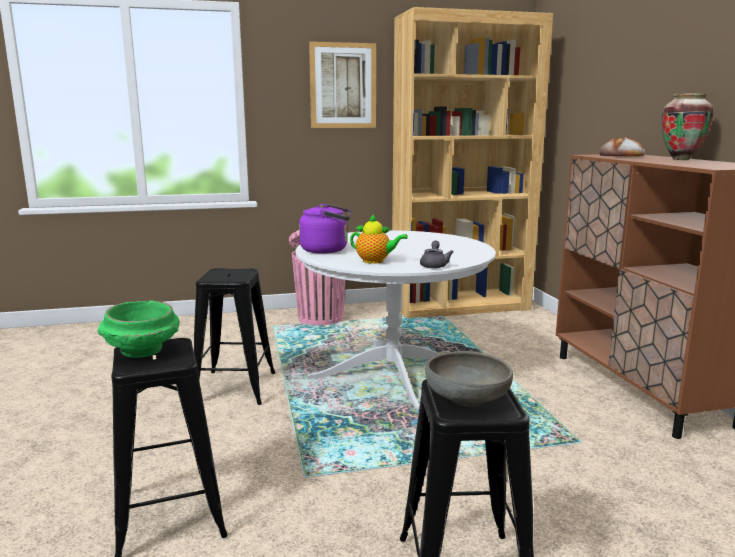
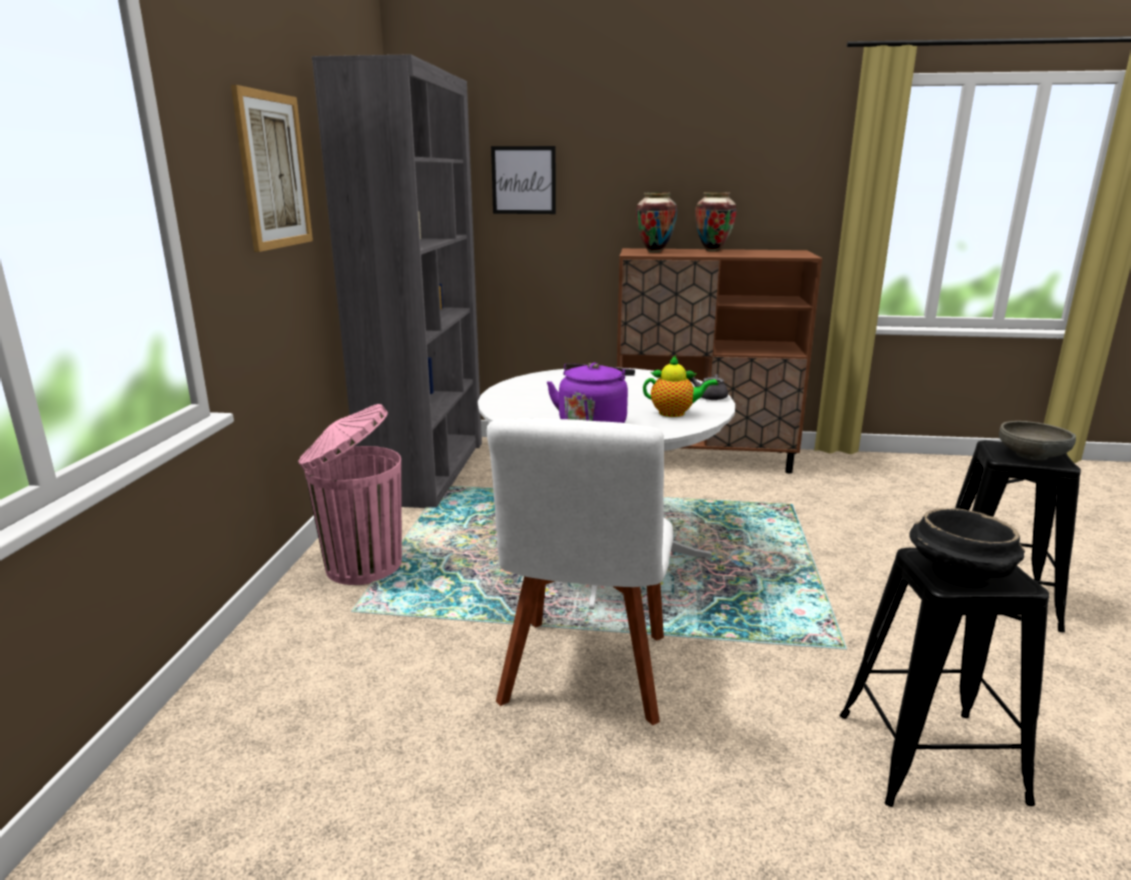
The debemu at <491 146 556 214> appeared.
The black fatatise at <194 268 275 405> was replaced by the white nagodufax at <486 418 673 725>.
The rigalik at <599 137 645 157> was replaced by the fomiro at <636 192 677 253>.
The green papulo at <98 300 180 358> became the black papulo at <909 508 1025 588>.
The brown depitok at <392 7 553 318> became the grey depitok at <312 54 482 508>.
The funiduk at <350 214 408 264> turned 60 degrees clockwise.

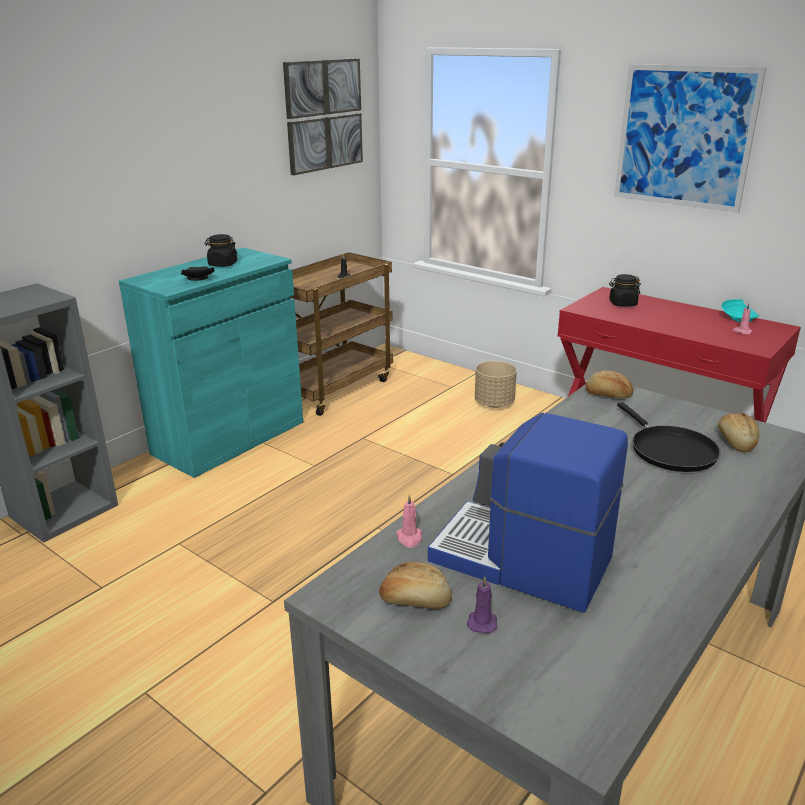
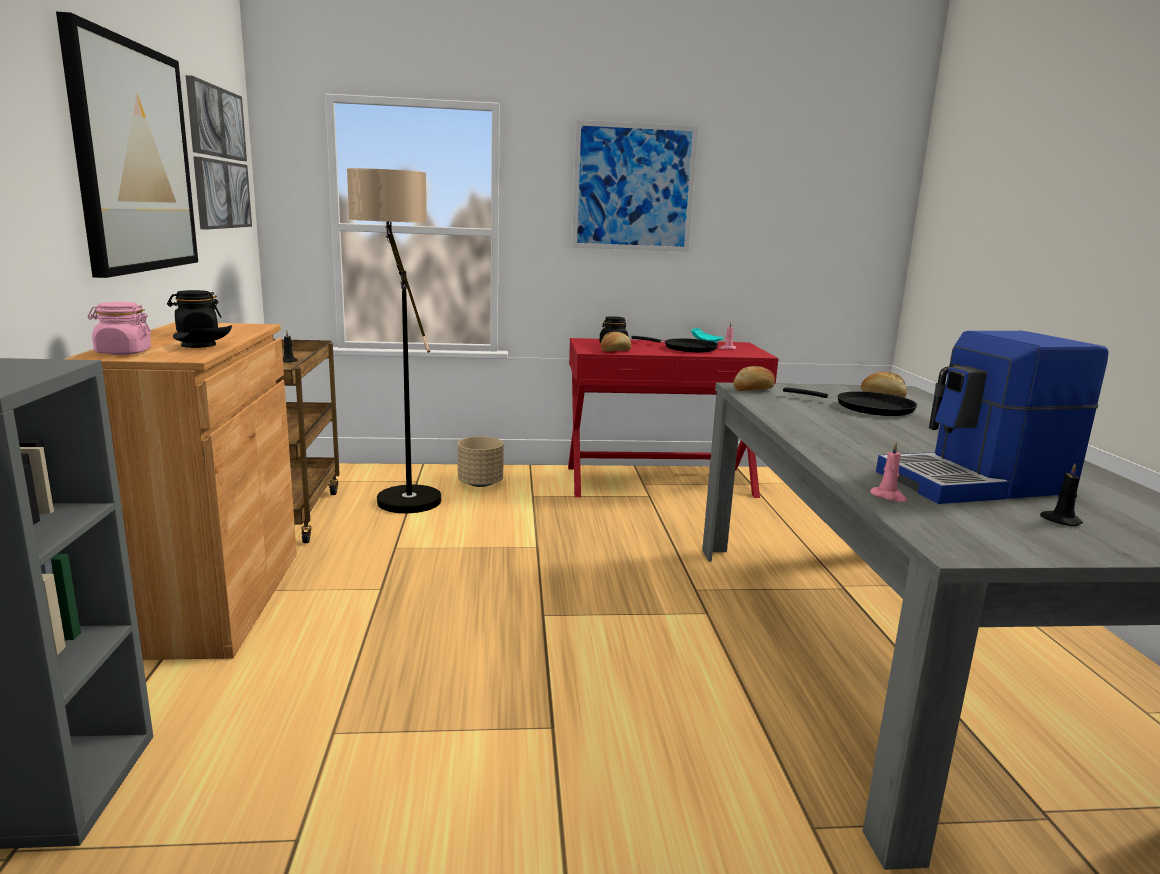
The debemu at <56 12 198 278> appeared.
The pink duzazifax at <88 302 151 355> appeared.
The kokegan at <347 168 441 513> appeared.
The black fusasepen at <631 336 718 352> appeared.
The rigalik moved from <379 562 452 609> to <601 332 631 351>.
The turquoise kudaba at <119 248 303 478> became the brown kudaba at <65 322 297 660>.
The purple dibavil at <467 576 497 634> became the black dibavil at <1040 464 1083 526>.

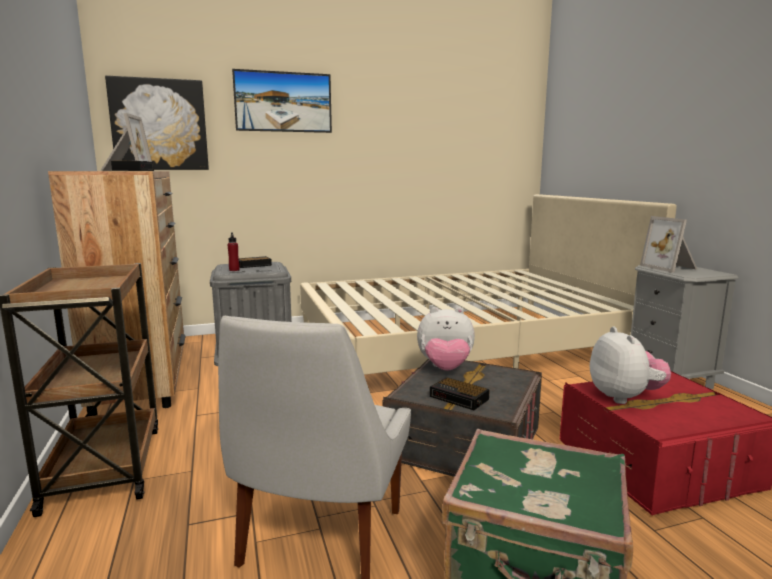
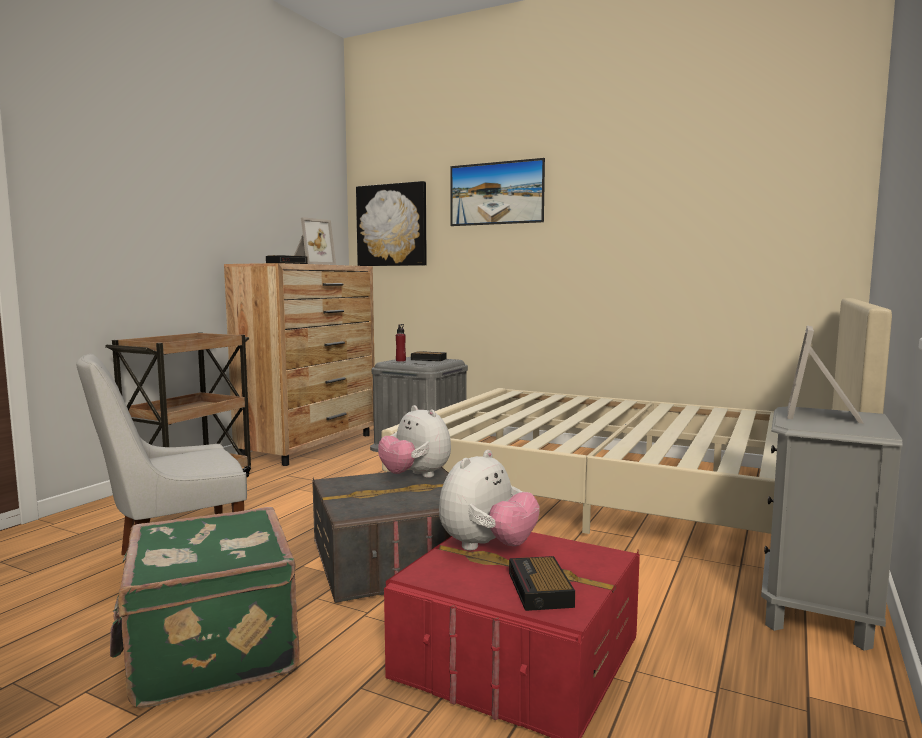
The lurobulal moved from <430 377 490 410> to <509 556 575 611>.

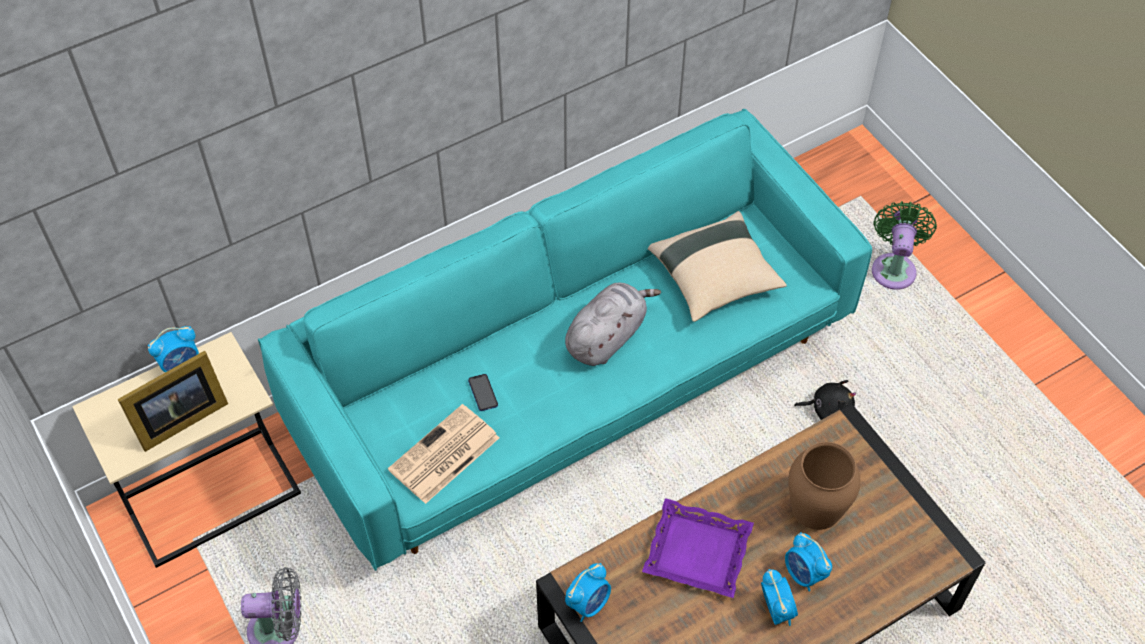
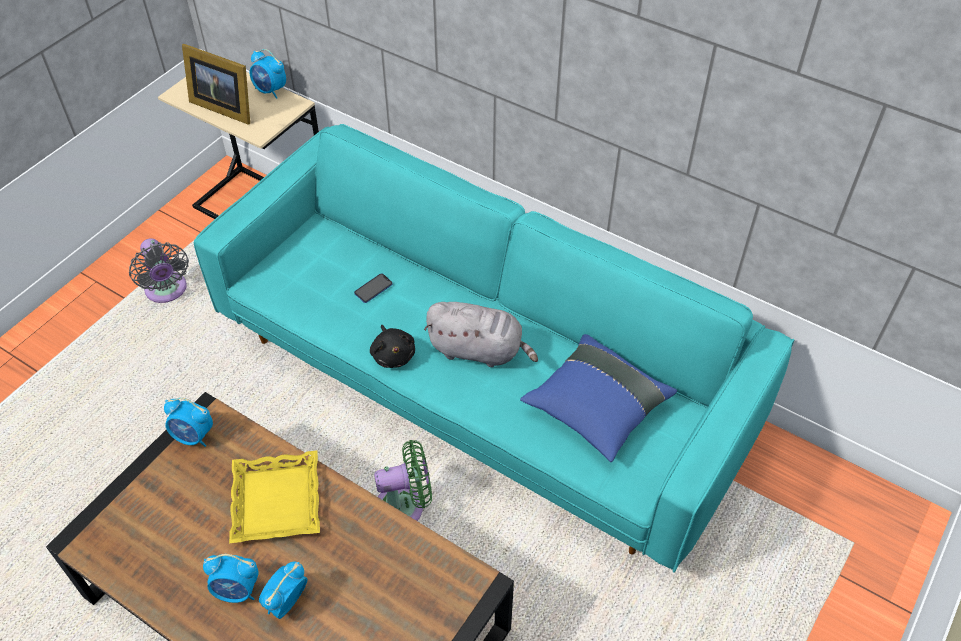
The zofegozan at <388 404 499 504> disappeared.
The brown fomiro at <788 442 860 530> disappeared.
The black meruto moved from <794 380 856 420> to <370 325 415 368>.
The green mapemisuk moved from <872 201 937 290> to <374 440 432 521>.
The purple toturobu at <642 498 754 598> became the yellow toturobu at <229 450 320 543>.
The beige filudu at <648 211 787 322> became the blue filudu at <520 334 677 462>.
The lurobulal at <761 569 798 626> turned 45 degrees clockwise.

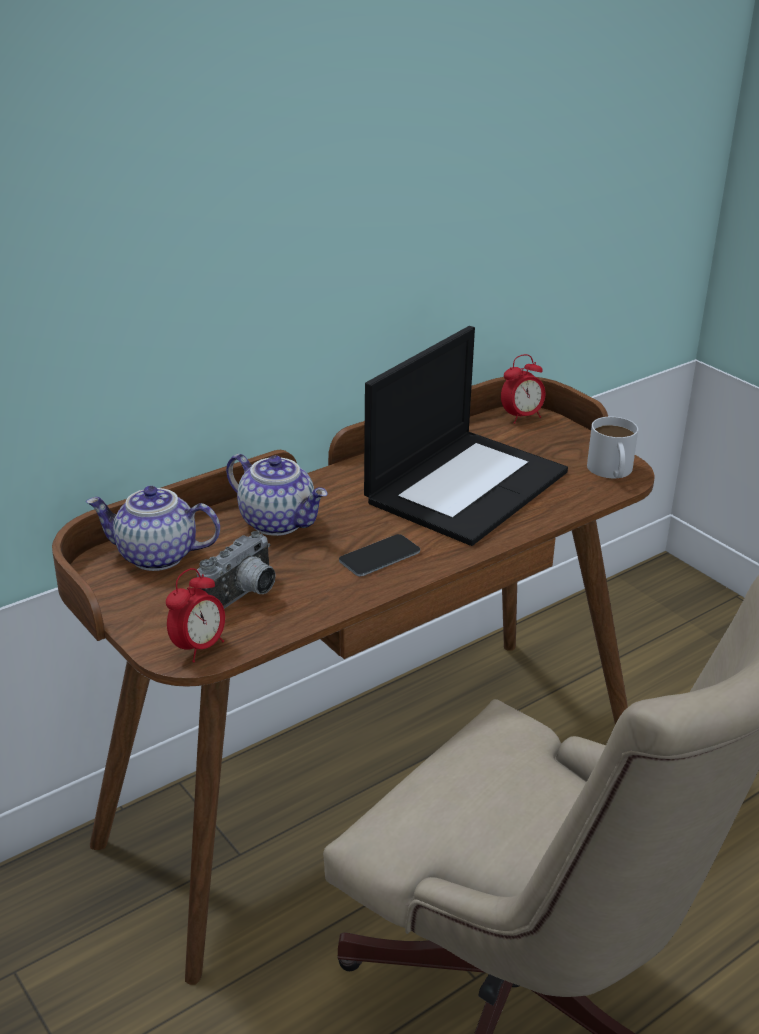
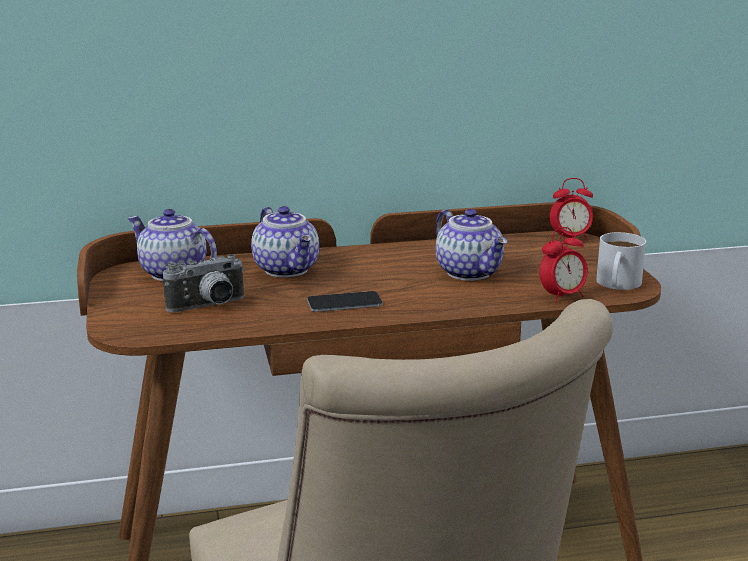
The lurobulal moved from <166 568 225 662> to <539 227 588 303>.
The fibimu at <364 326 568 546> was replaced by the funiduk at <436 209 508 281>.

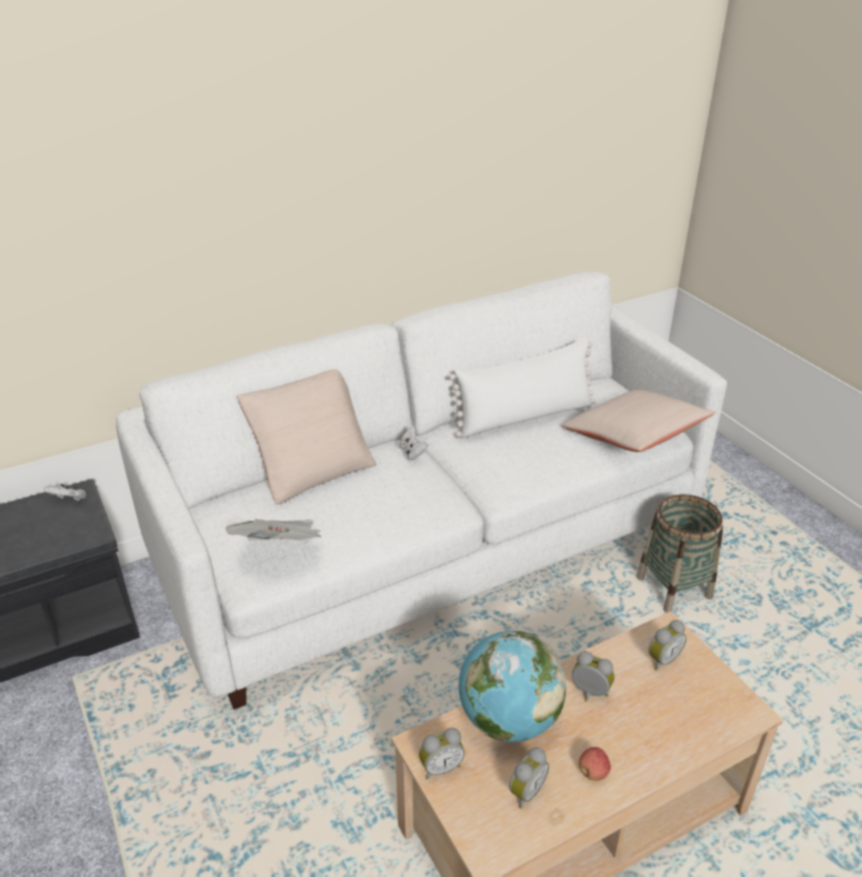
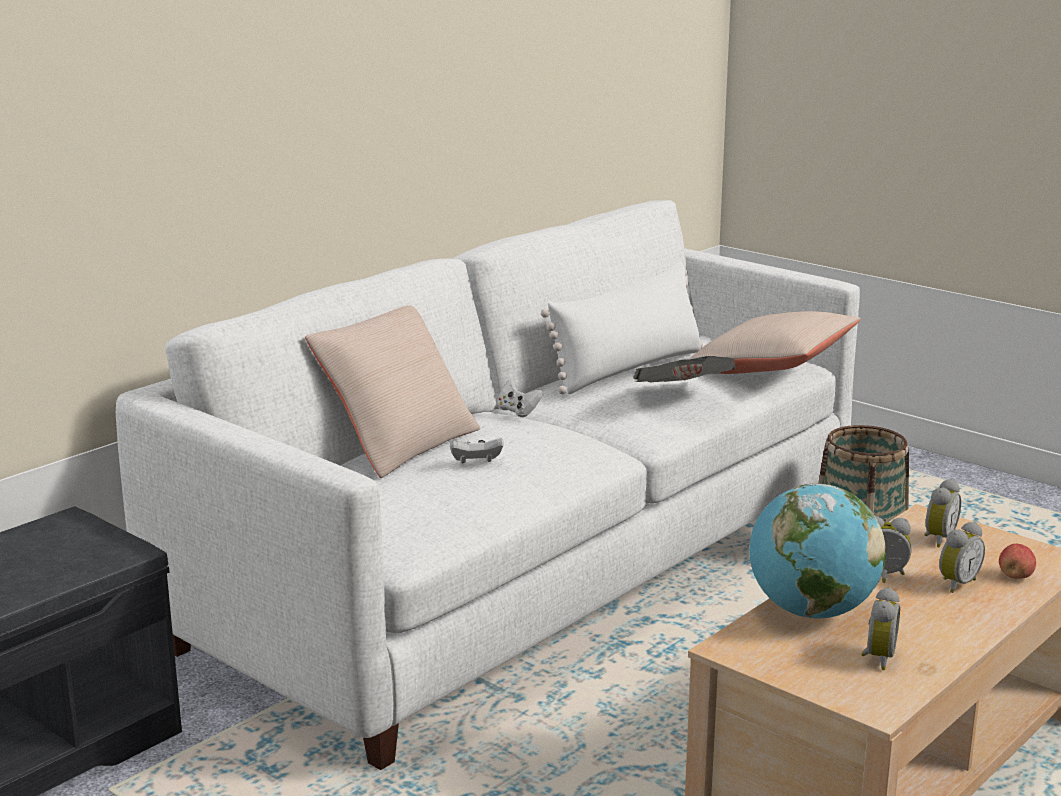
The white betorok moved from <44 484 87 501> to <450 438 504 463>.
The zofegozan moved from <226 519 321 540> to <633 356 736 382>.
The lurobulal moved from <419 728 465 779> to <939 522 985 593>.
The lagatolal moved from <579 747 611 781> to <999 544 1036 579>.

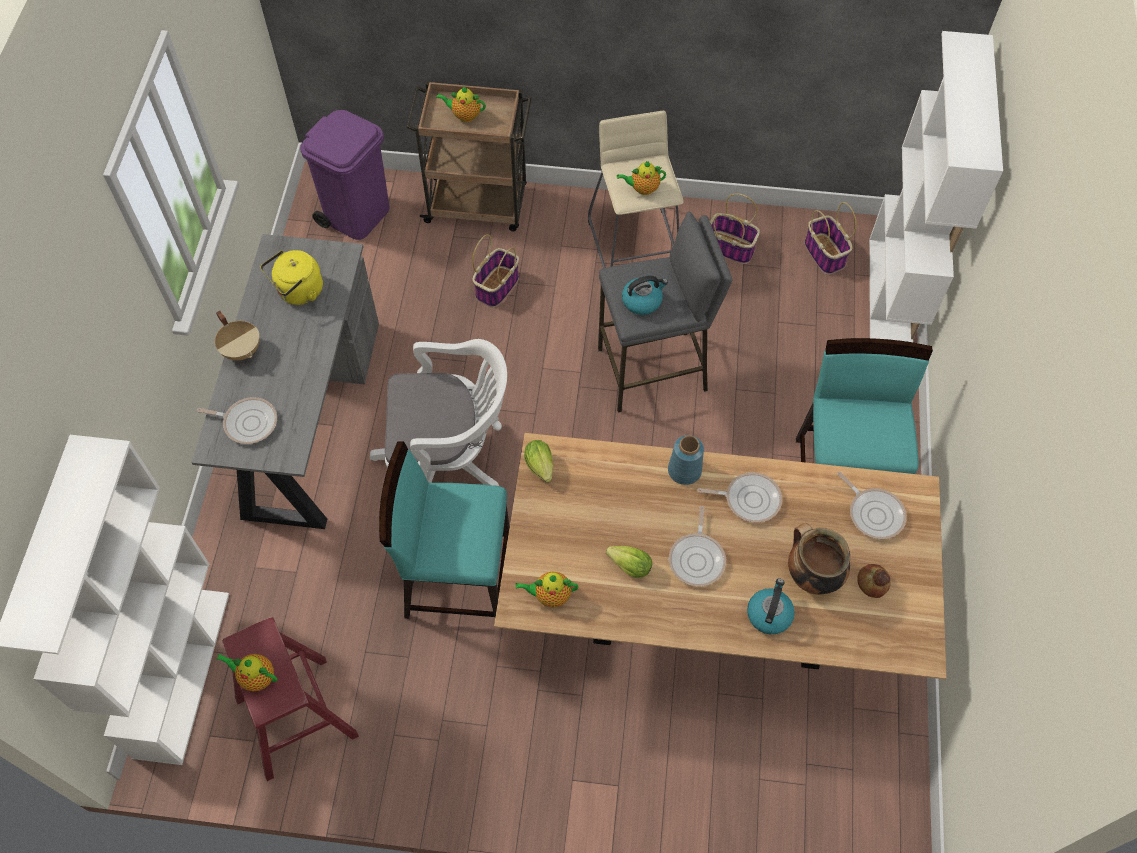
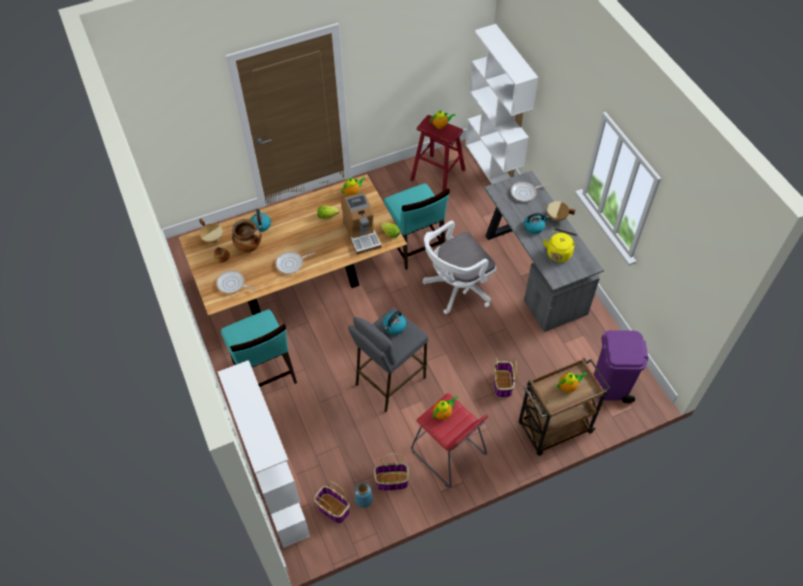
The fusasepen at <669 506 726 587> disappeared.
The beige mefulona at <199 219 222 243> appeared.
The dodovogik at <341 192 381 255> appeared.
The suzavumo at <524 213 549 234> appeared.
The blue fomiro moved from <668 435 704 485> to <355 483 373 508>.
The beige fatatise at <588 111 684 268> became the red fatatise at <411 393 488 488>.
The turquoise nagodufax at <379 441 509 619> turned 90 degrees clockwise.

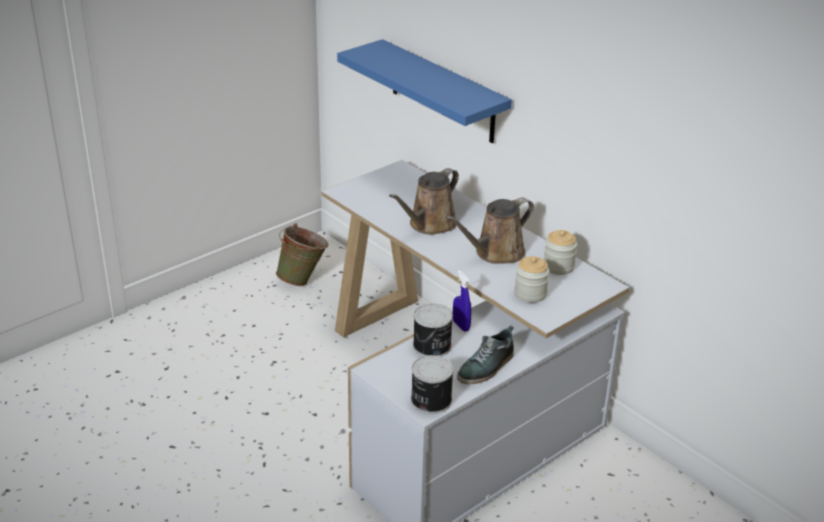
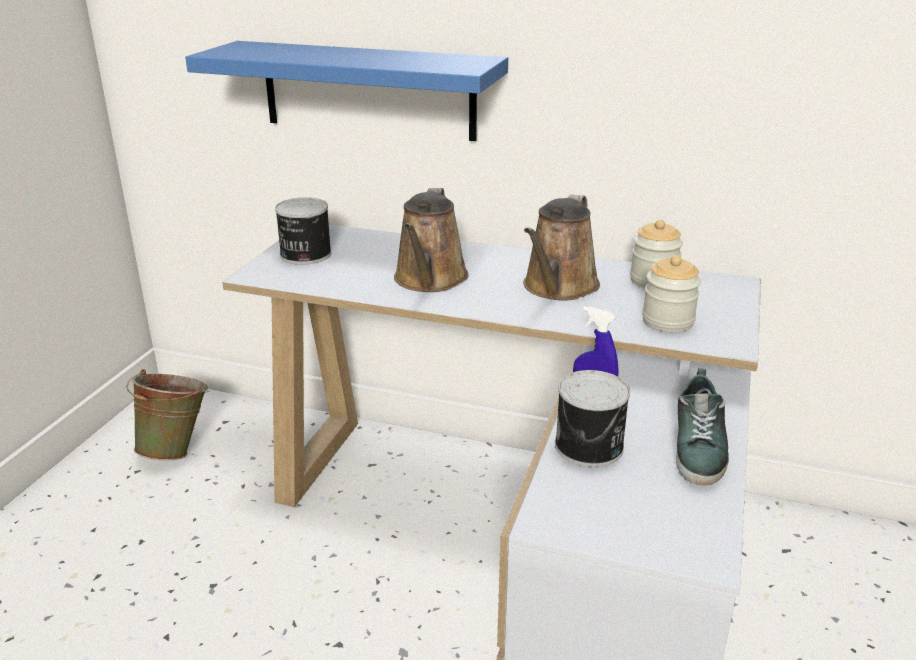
The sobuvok moved from <411 355 454 414> to <275 197 332 265>.

